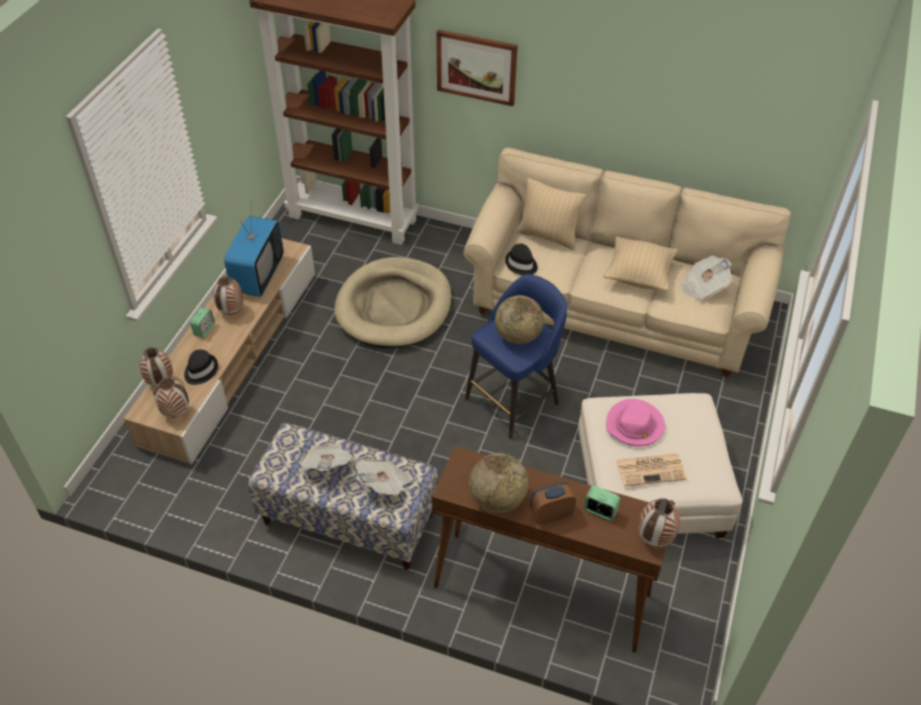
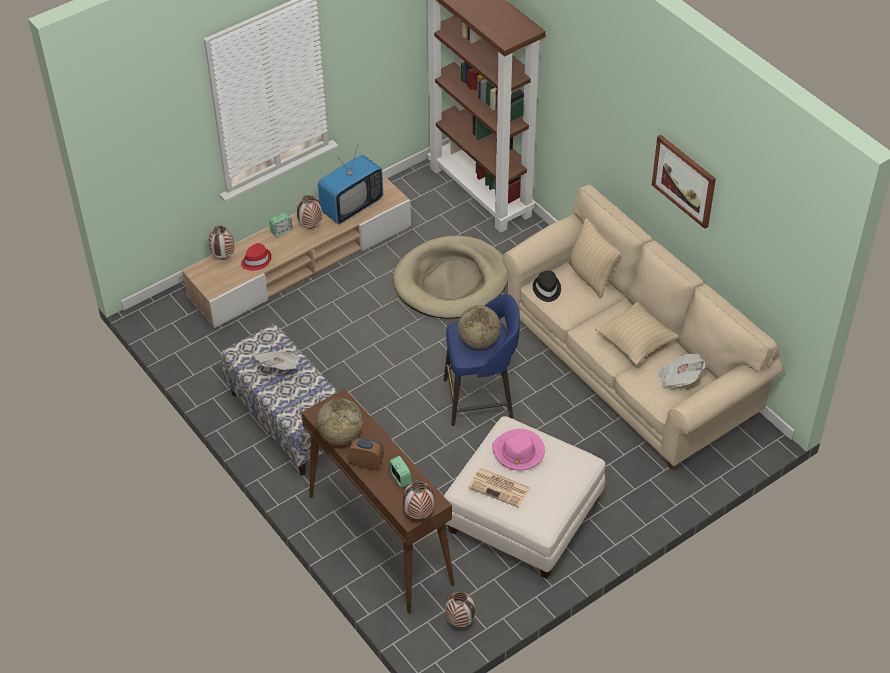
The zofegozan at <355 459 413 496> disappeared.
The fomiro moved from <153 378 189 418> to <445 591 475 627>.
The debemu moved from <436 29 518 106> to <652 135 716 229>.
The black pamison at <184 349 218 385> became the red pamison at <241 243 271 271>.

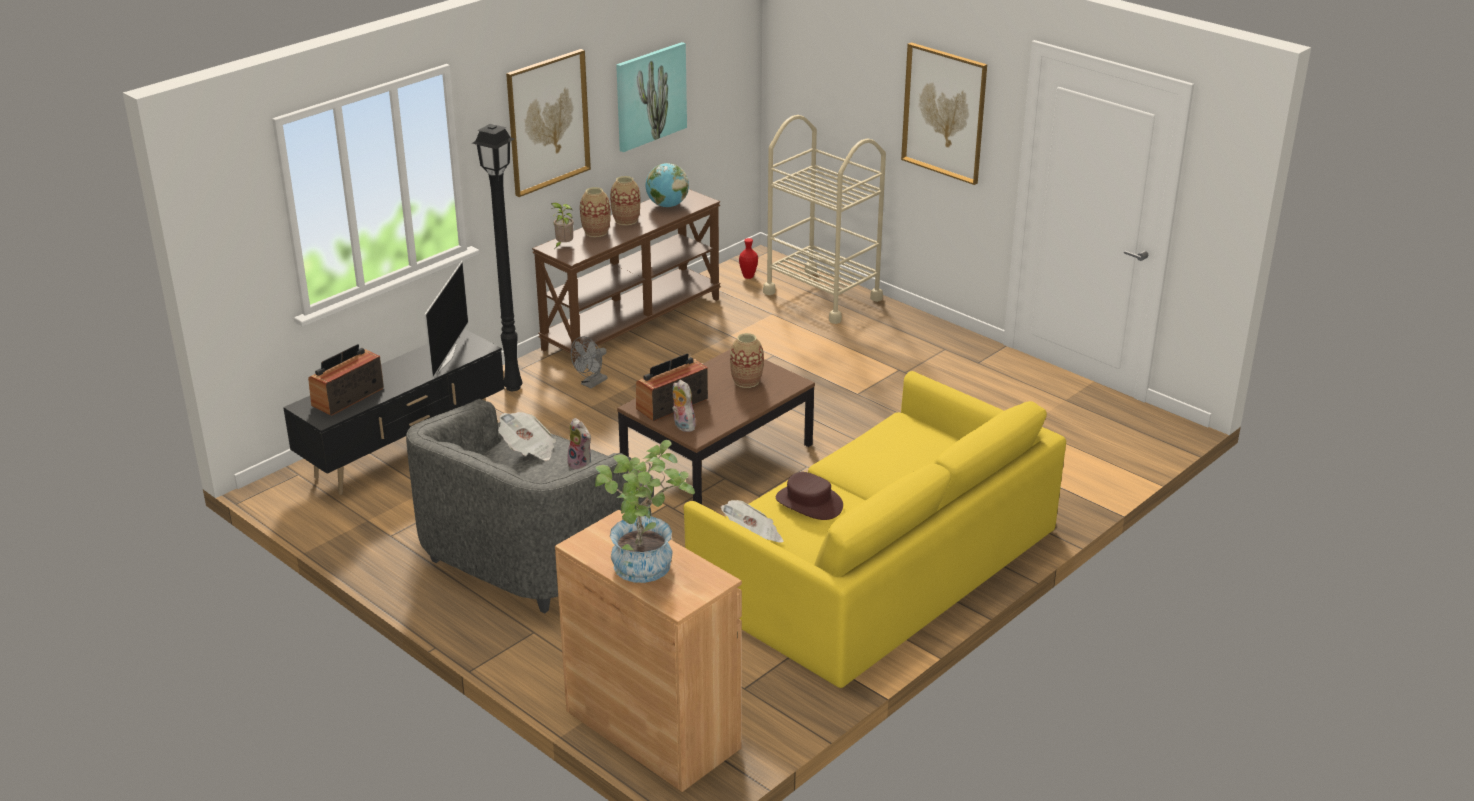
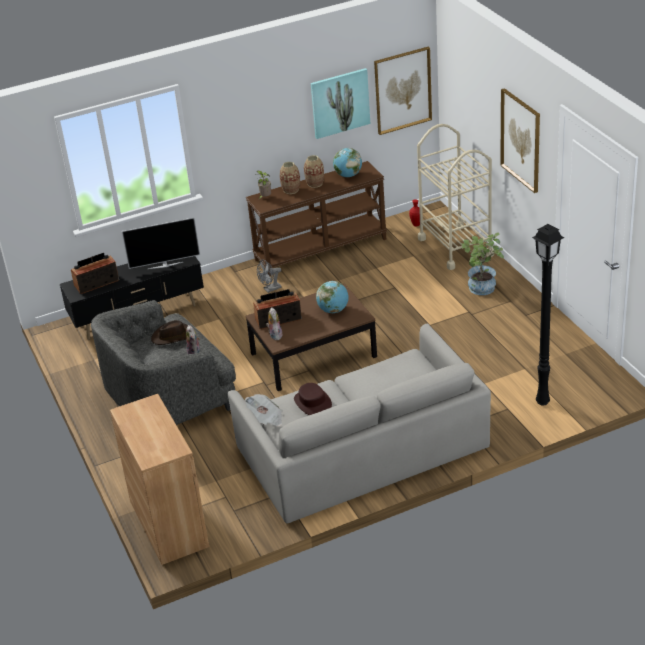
The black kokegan moved from <472 124 523 391> to <532 224 565 406>.
The debemu moved from <506 49 591 197> to <374 47 432 135>.
The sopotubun moved from <595 440 695 583> to <461 233 504 295>.
The zofegozan at <498 412 556 461> was replaced by the brown pamison at <151 320 188 345>.
The fomiro at <730 333 764 388> was replaced by the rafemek at <316 281 349 313>.
The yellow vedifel at <683 371 1066 688> became the grey vedifel at <228 324 491 524>.
The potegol at <424 261 469 379> turned 45 degrees clockwise.

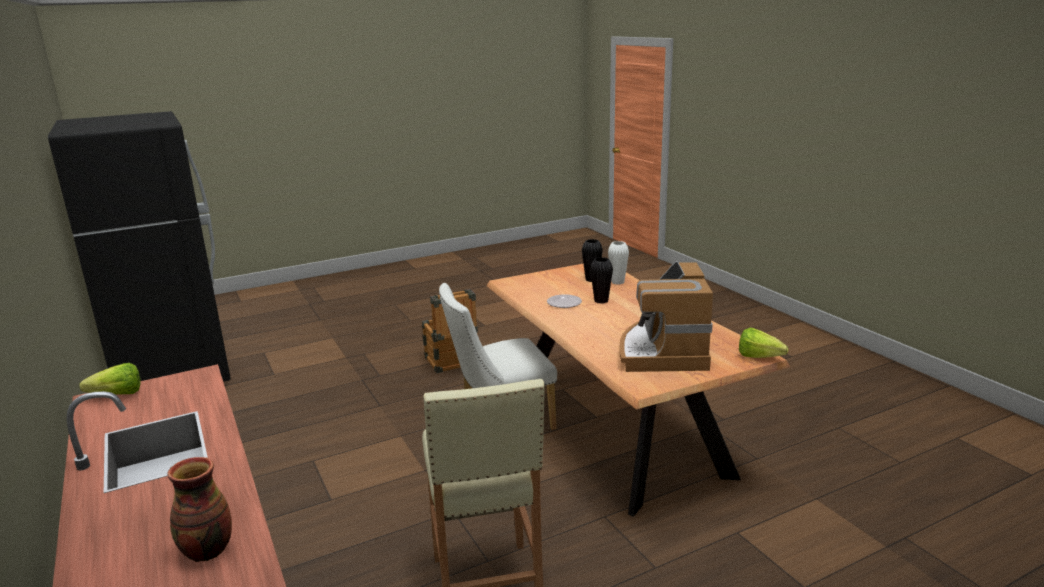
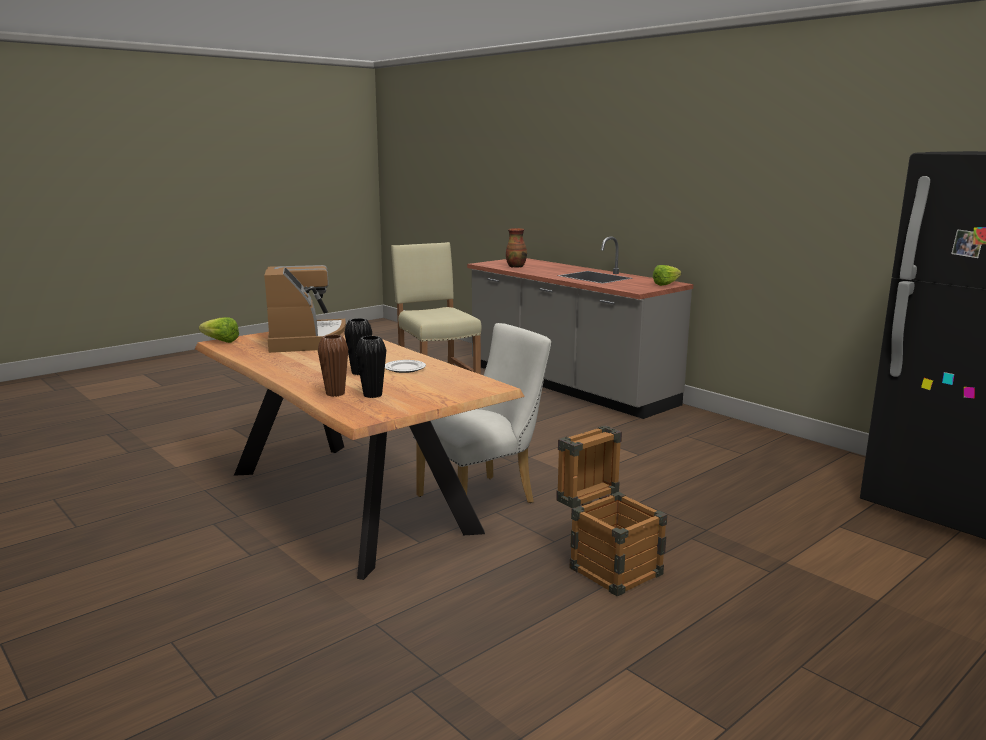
The white fomiro at <608 241 629 285> became the brown fomiro at <318 335 348 397>.

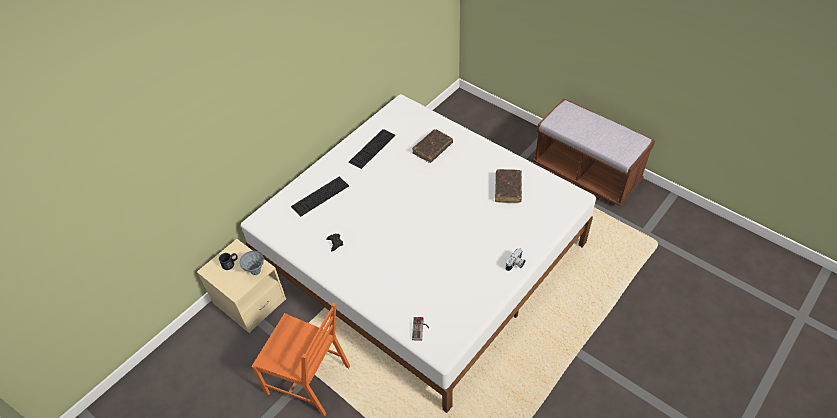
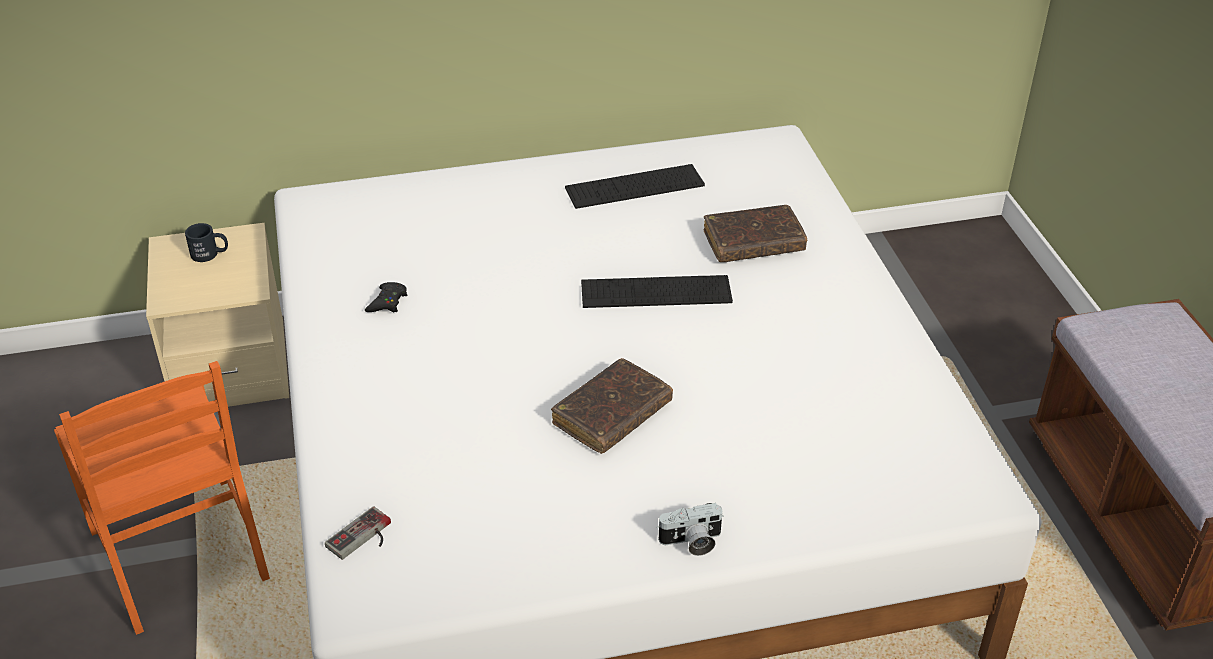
The grey fomiro at <240 251 264 275> disappeared.
The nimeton moved from <291 177 349 217> to <581 275 733 308>.
The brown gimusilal moved from <495 169 522 203> to <551 358 673 454>.

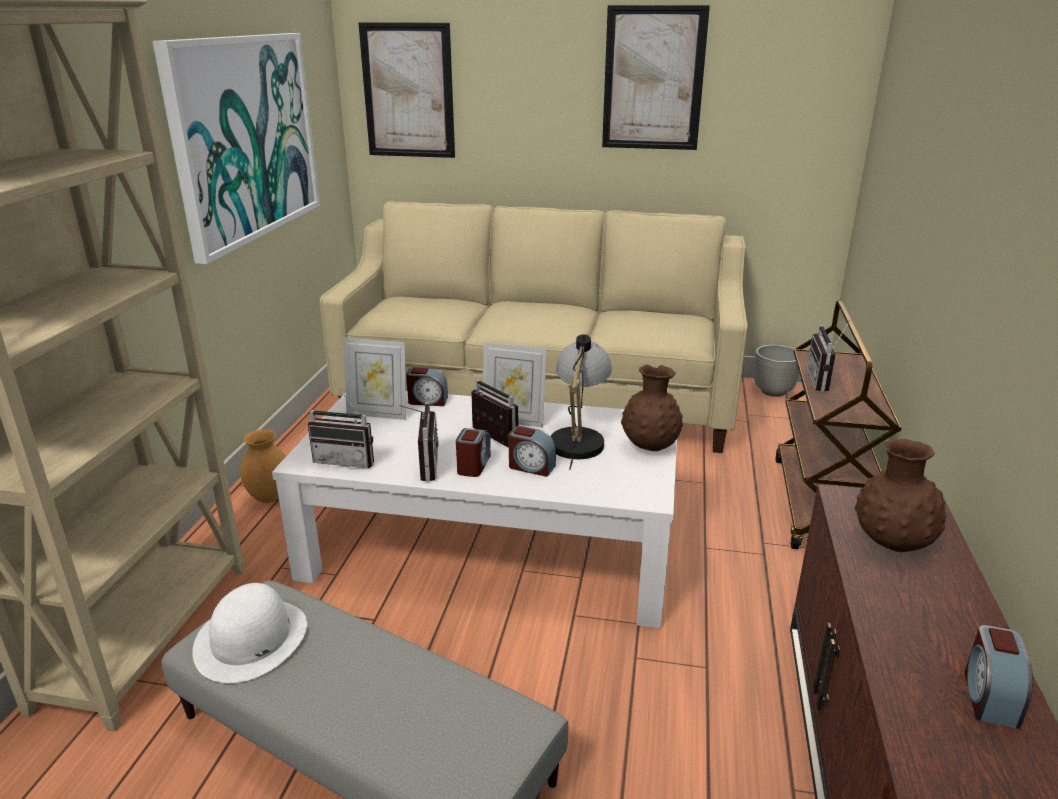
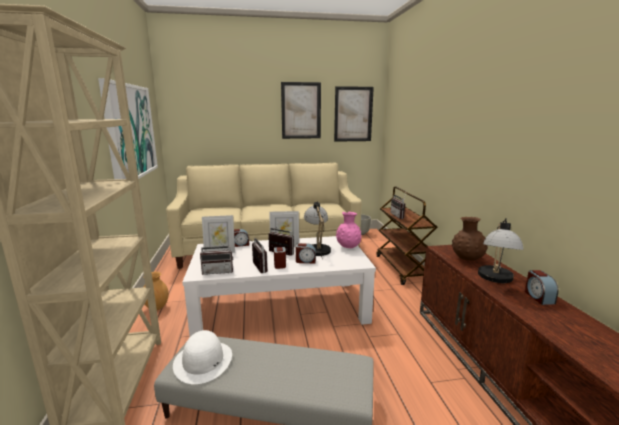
The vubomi at <478 218 523 283> appeared.
The debemu moved from <358 22 455 158> to <334 86 374 142>.
The brown fomiro at <621 365 683 451> became the pink fomiro at <336 212 362 248>.

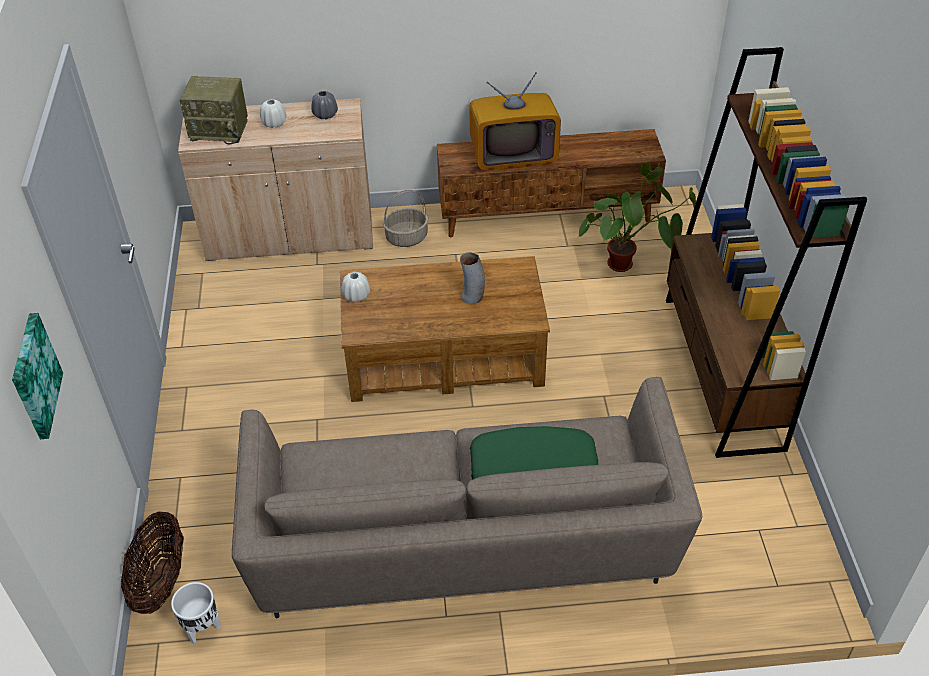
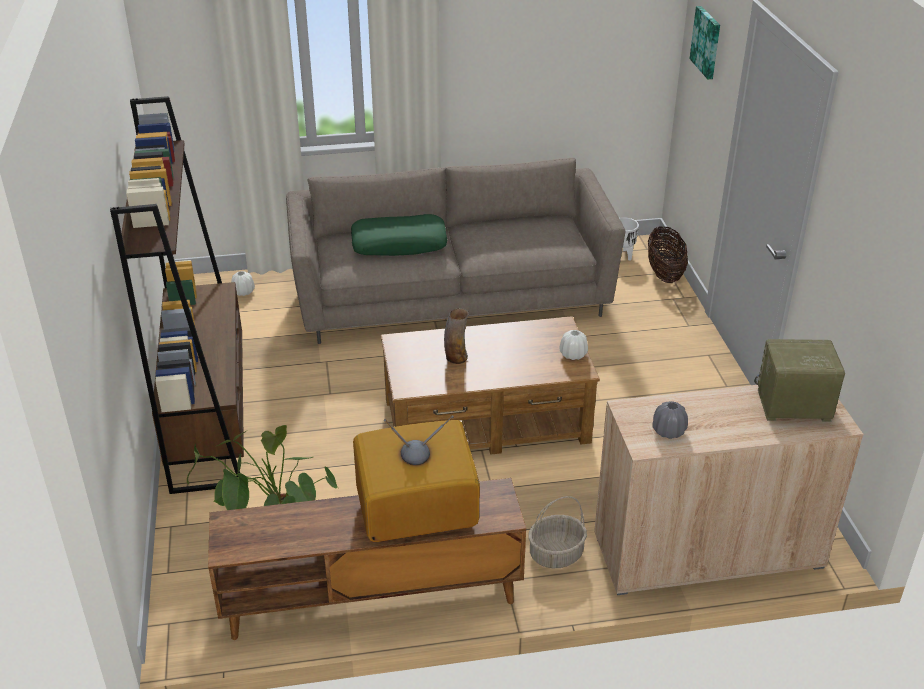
The white fomiro moved from <260 99 287 128> to <231 271 255 296>.

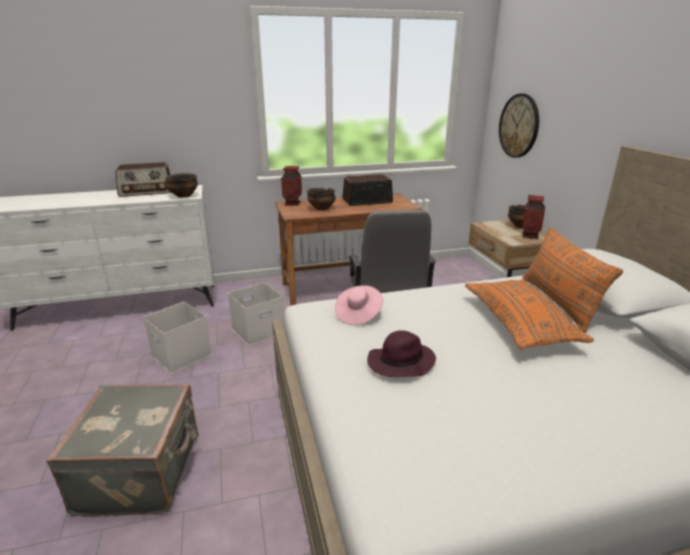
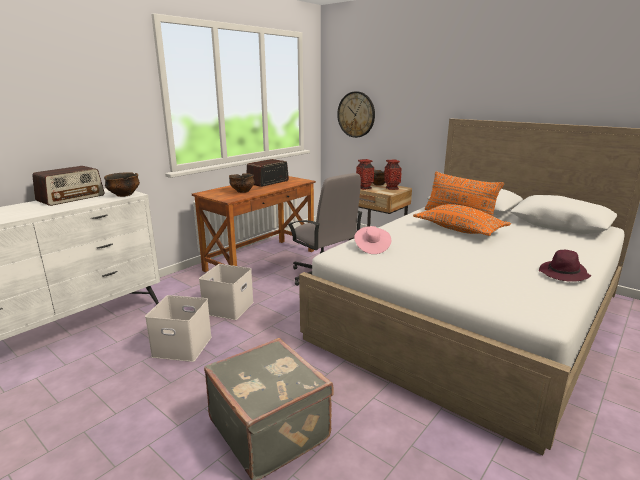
The fomiro moved from <281 166 302 206> to <356 159 374 190>.
The purple pamison moved from <367 330 436 377> to <539 250 591 282>.

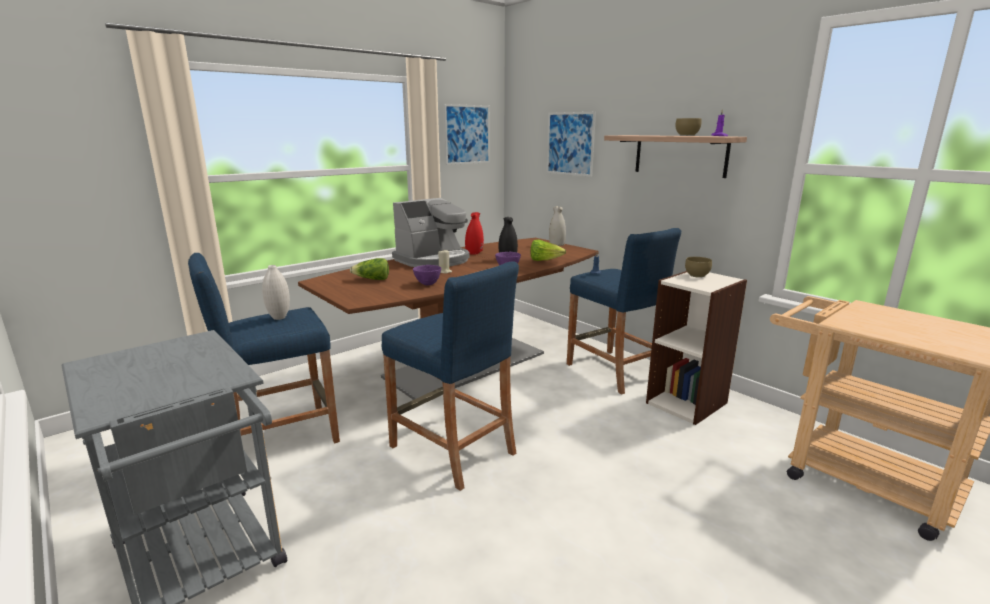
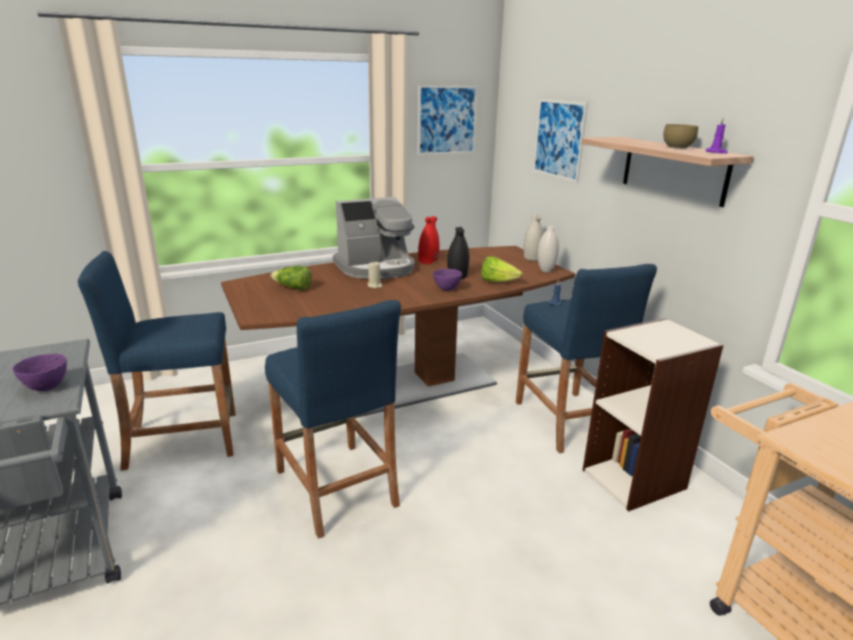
The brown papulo at <685 257 712 278> disappeared.
The white fomiro moved from <262 265 290 320> to <538 226 559 272>.
The purple papulo moved from <413 265 441 285> to <12 353 67 391>.

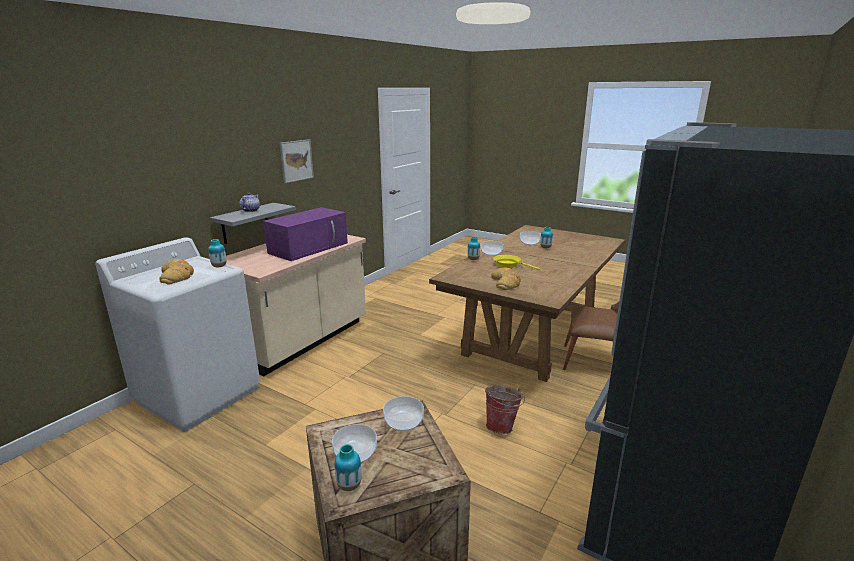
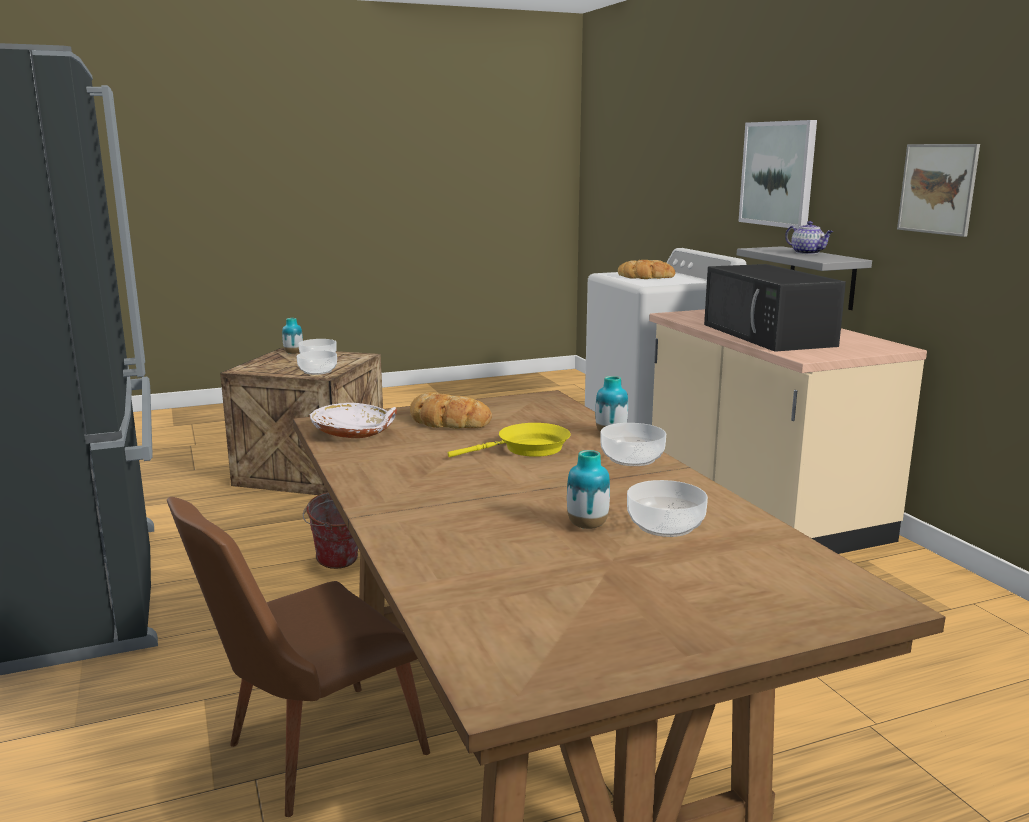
The fomiro at <208 239 226 267> disappeared.
The white papulo at <309 403 397 438> appeared.
The debemu at <738 120 817 229> appeared.
The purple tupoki at <263 207 348 261> became the black tupoki at <704 264 846 352>.

